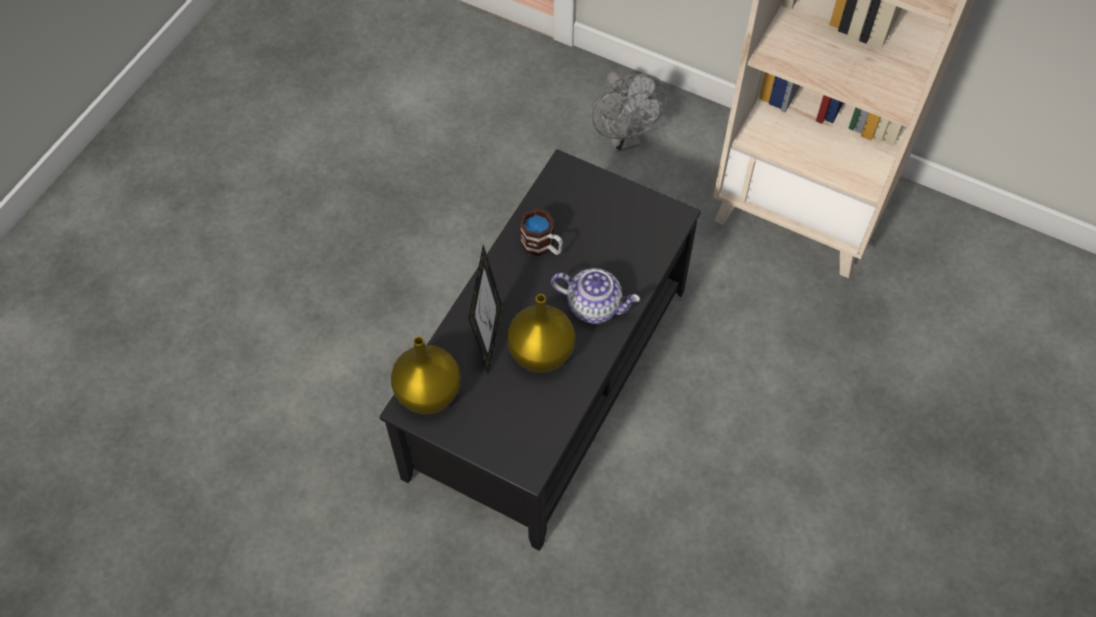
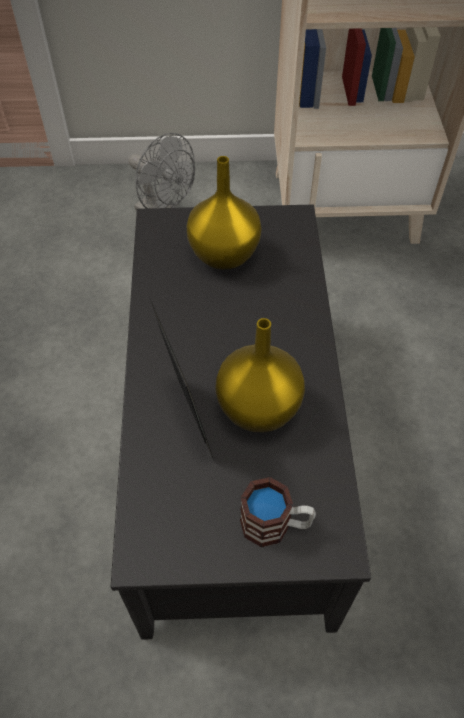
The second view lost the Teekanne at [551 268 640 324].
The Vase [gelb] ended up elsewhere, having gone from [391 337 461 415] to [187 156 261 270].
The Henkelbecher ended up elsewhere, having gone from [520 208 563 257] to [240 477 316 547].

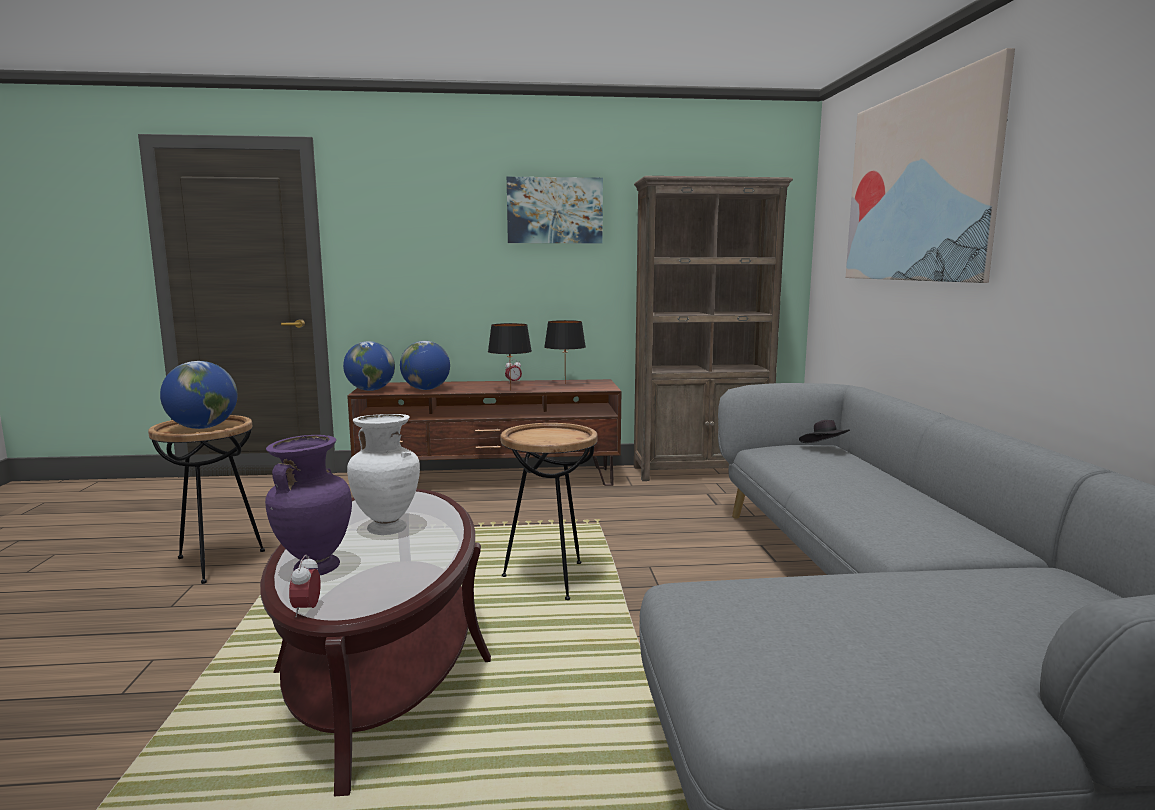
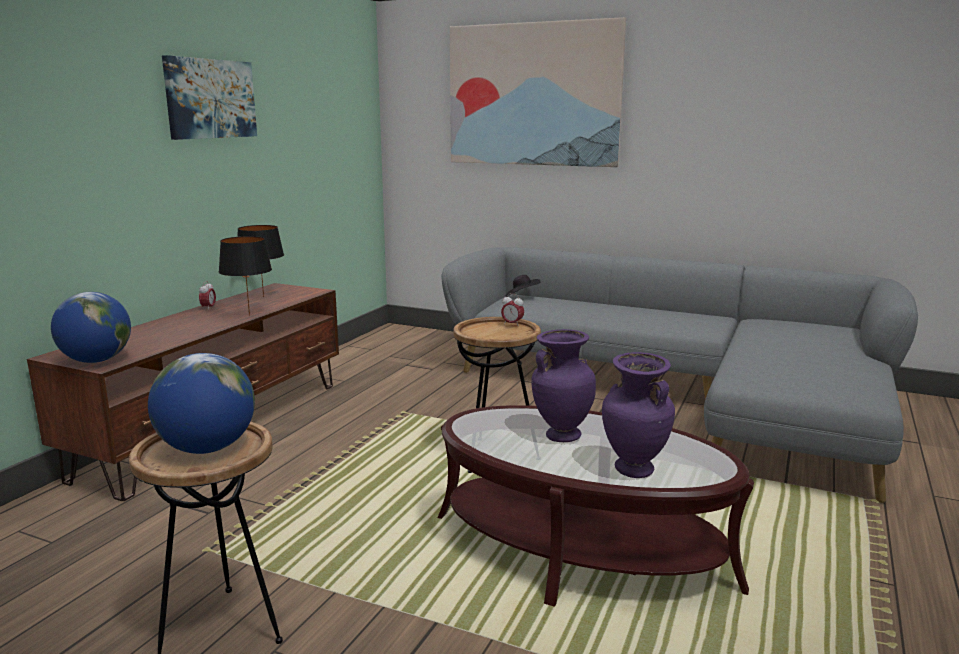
The second view lost the Globus at [400 341 450 390].
The second view lost the Bücherregal [braun] at [634 176 793 481].
The Wecker ended up elsewhere, having gone from [289 555 321 617] to [501 294 524 325].
What was the Vase [weiß] at [347 414 420 535] turned into the Vase [lila] at [532 329 596 442].

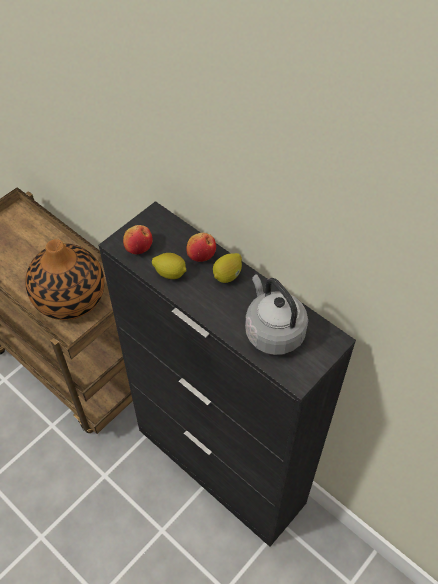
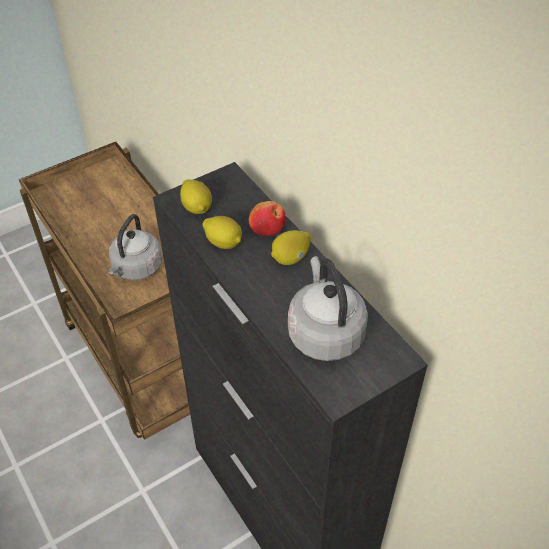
Where the Vase stood at [25 239 105 320], the Wasserkessel [grau] came to stand at [108 214 162 280].
Where the Apfel stood at [123 225 152 254], the Zitrone came to stand at [180 179 212 214].

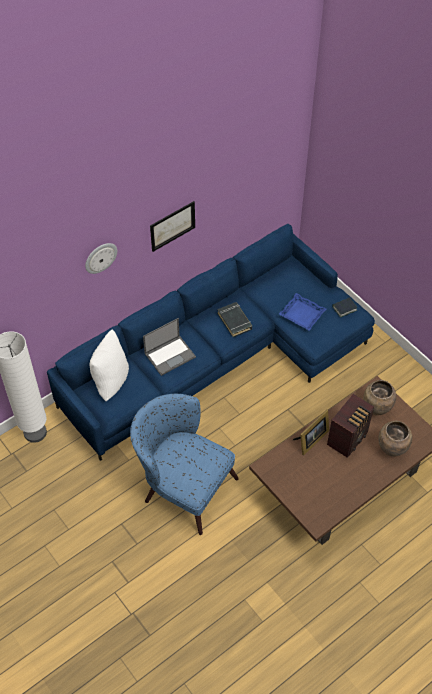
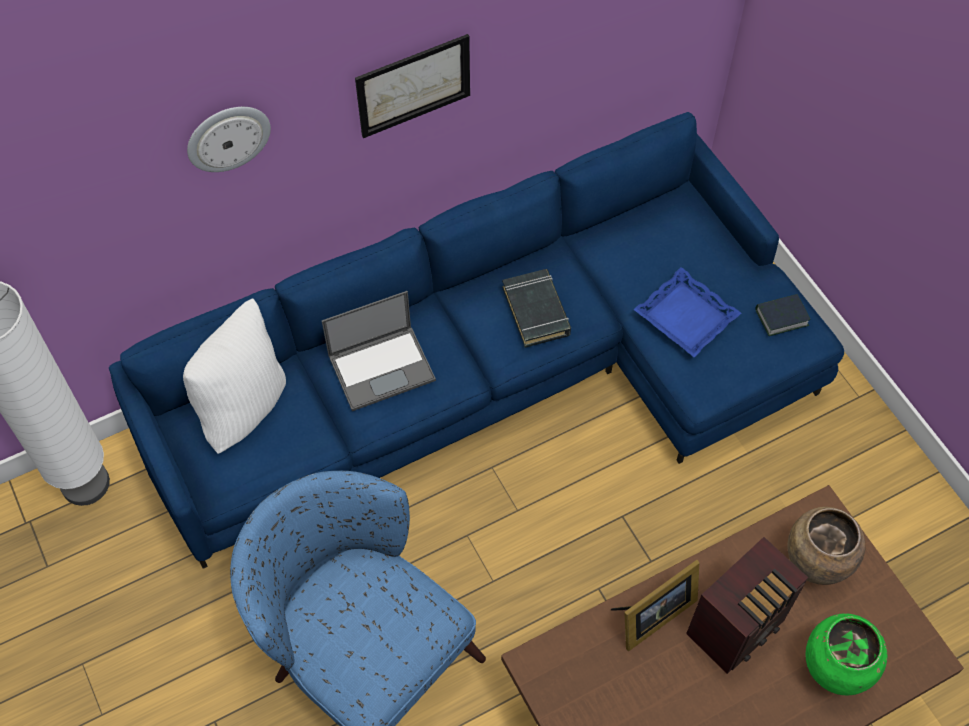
What was the Vase [braun] at [378 421 412 456] turned into the Vase [grün] at [805 613 887 695].

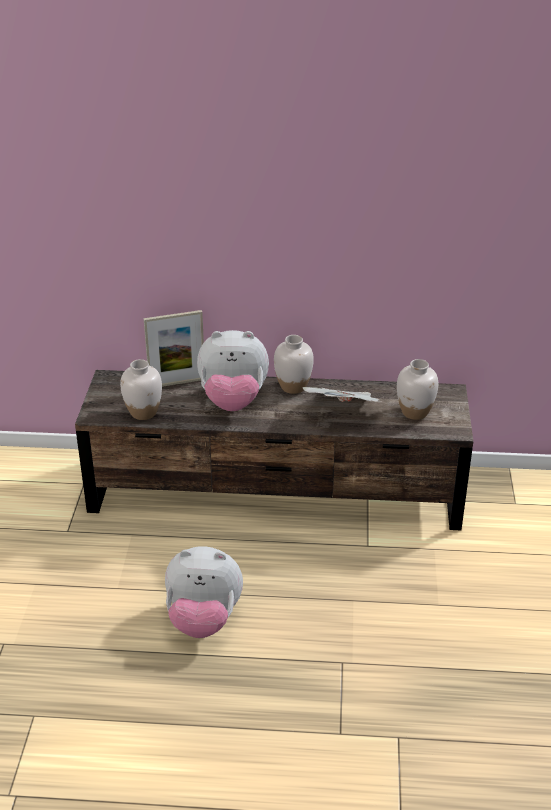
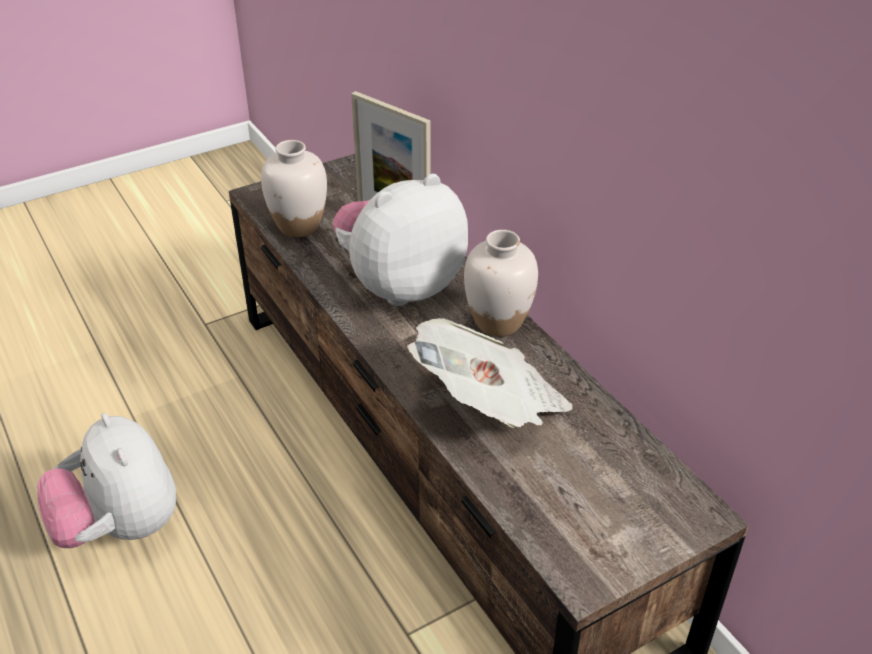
The second view lost the Vase [weiß] at [397 359 439 420].
The Plüschtier at [197 330 269 411] ended up facing another way, 90 degrees clockwise from before.

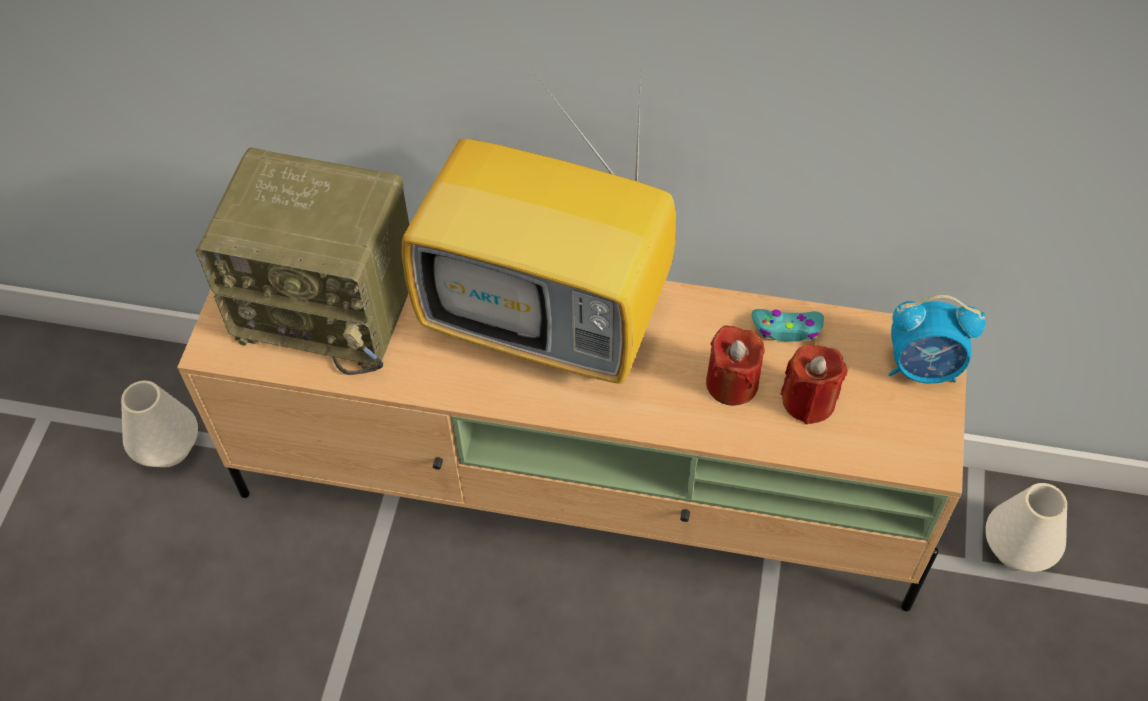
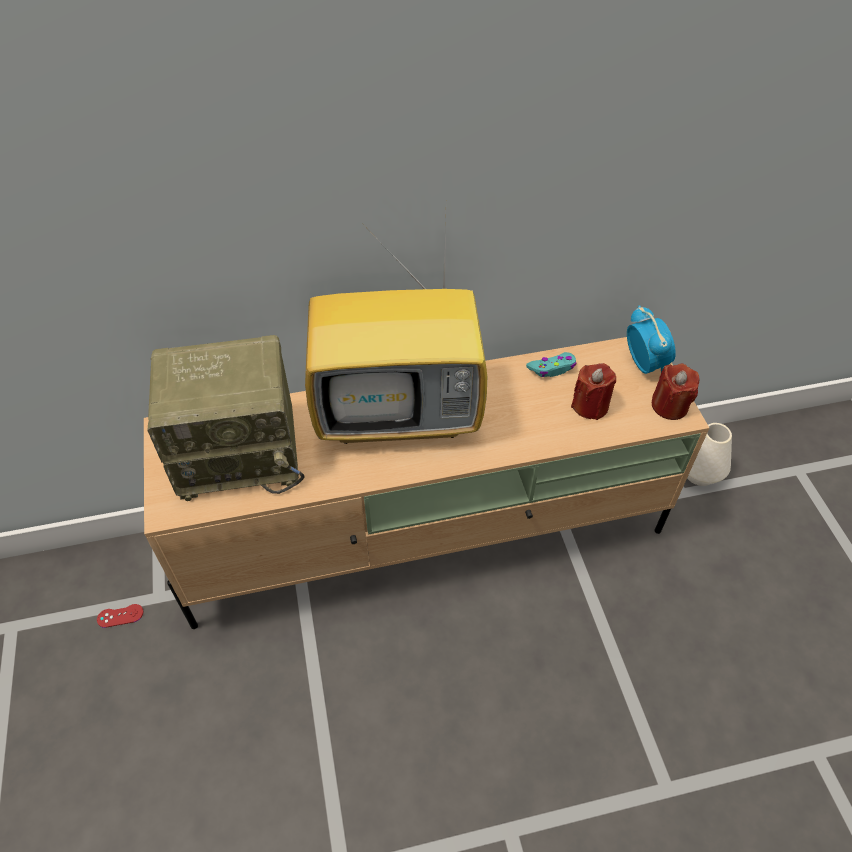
The Kerze [rot] ended up elsewhere, having gone from [706 325 765 406] to [652 364 700 420].
Where the Vase [weiß] stood at [121 381 198 468], the Gamepad [rot] came to stand at [97 604 143 628].
The Wecker at [888 295 985 384] ended up facing another way, 90 degrees counterclockwise from before.

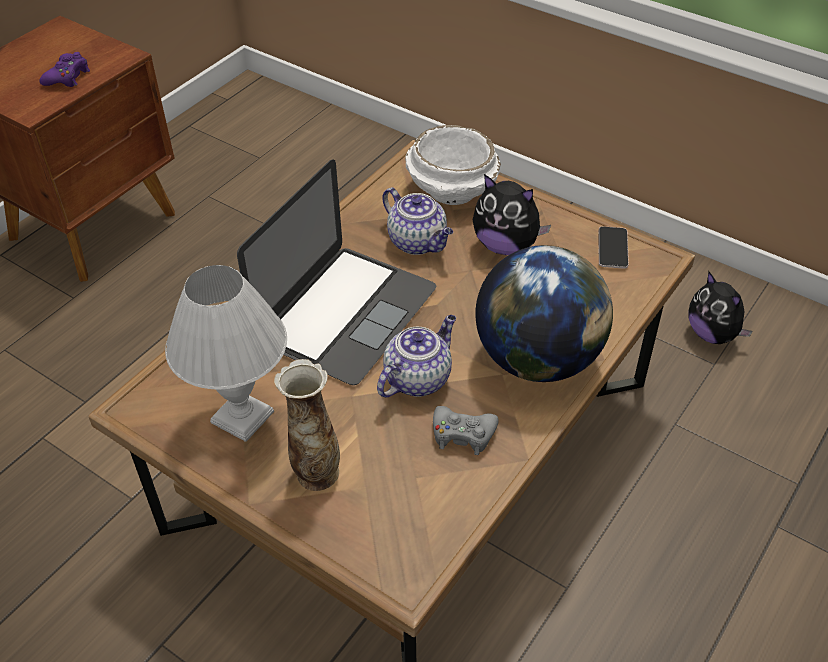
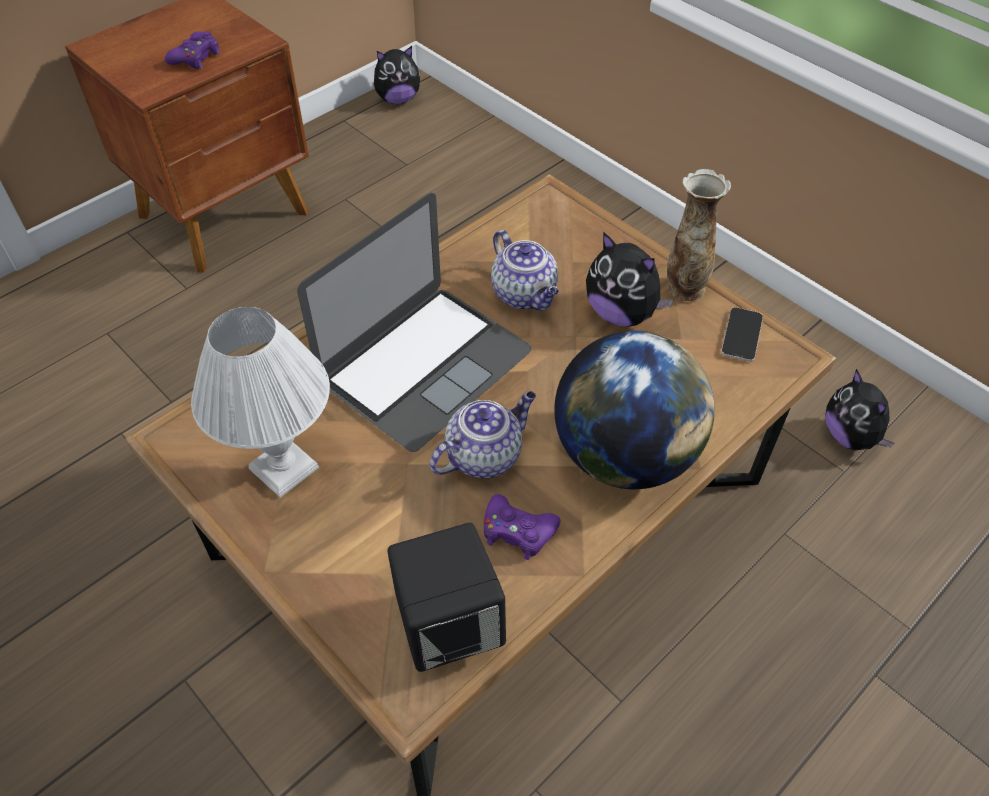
The second view lost the Schüssel [weiß] at [405 125 501 205].
The second view gained the Plüschtier at [374 46 421 104].
The second view gained the Lautsprecher [schwarz] at [387 523 506 672].
The Vase ended up elsewhere, having gone from [274 359 340 491] to [667 169 731 301].
What was the Gamepad [grau] at [433 406 499 455] turned into the Gamepad [lila] at [484 494 560 560].

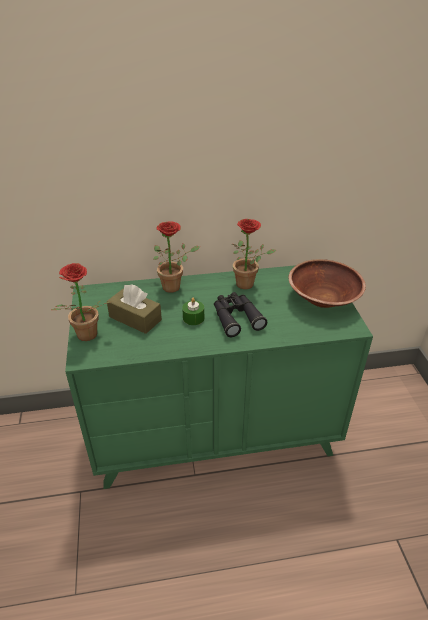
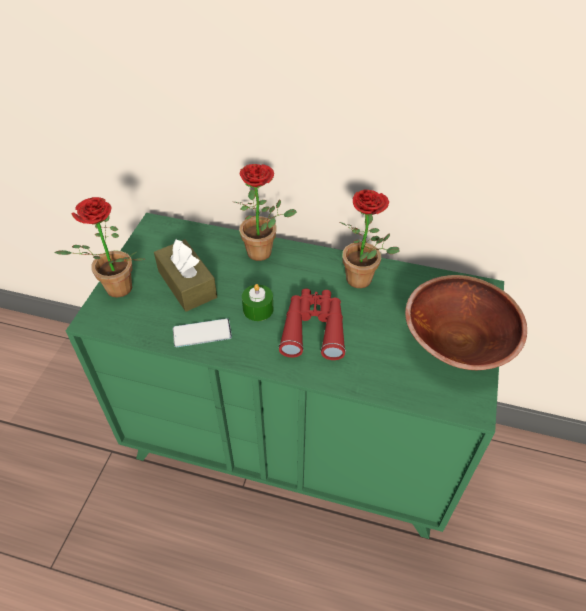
The second view gained the Handy at [173 318 232 347].
What was the Fernglas [schwarz] at [214 292 267 337] turned into the Fernglas [rot] at [279 288 346 360].

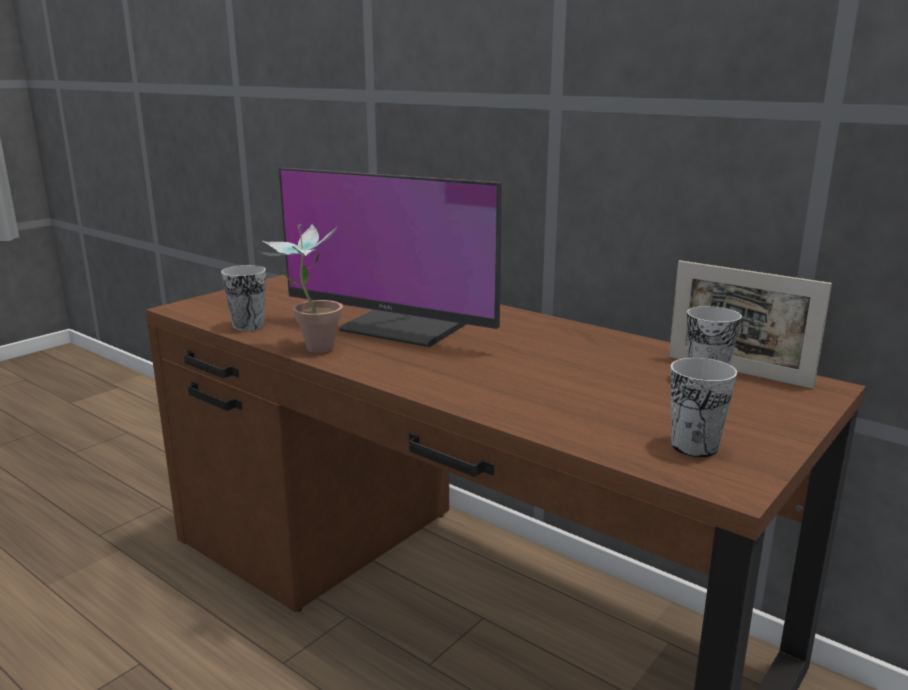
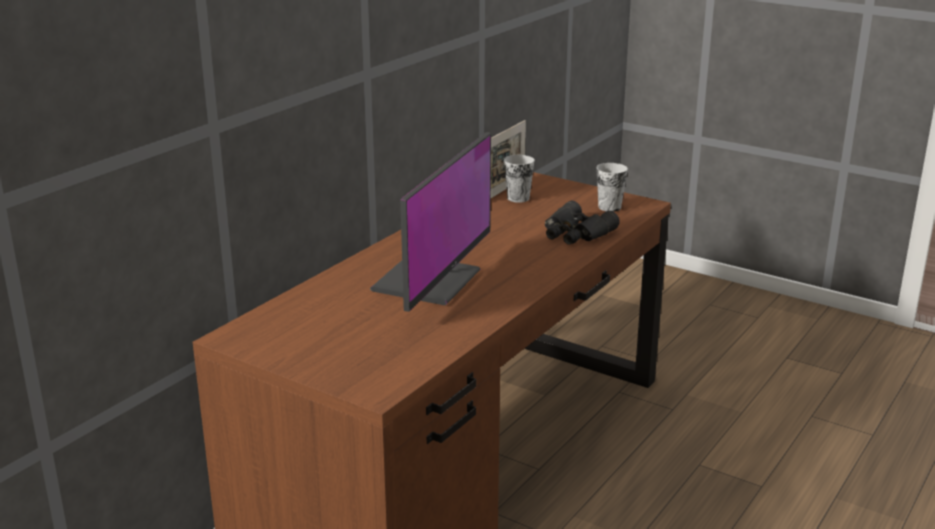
The second view lost the Tasse at [221 265 266 331].
The second view lost the Topfpflanze at [259 224 343 353].
The second view gained the Fernglas [schwarz] at [545 201 620 245].

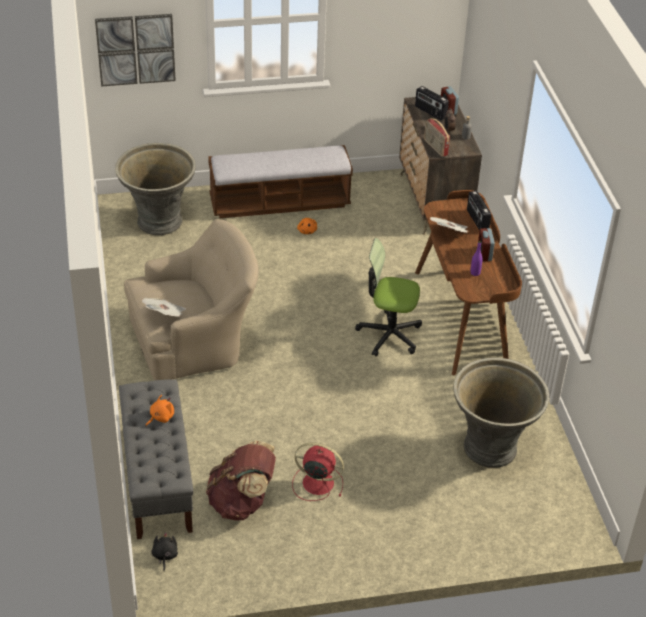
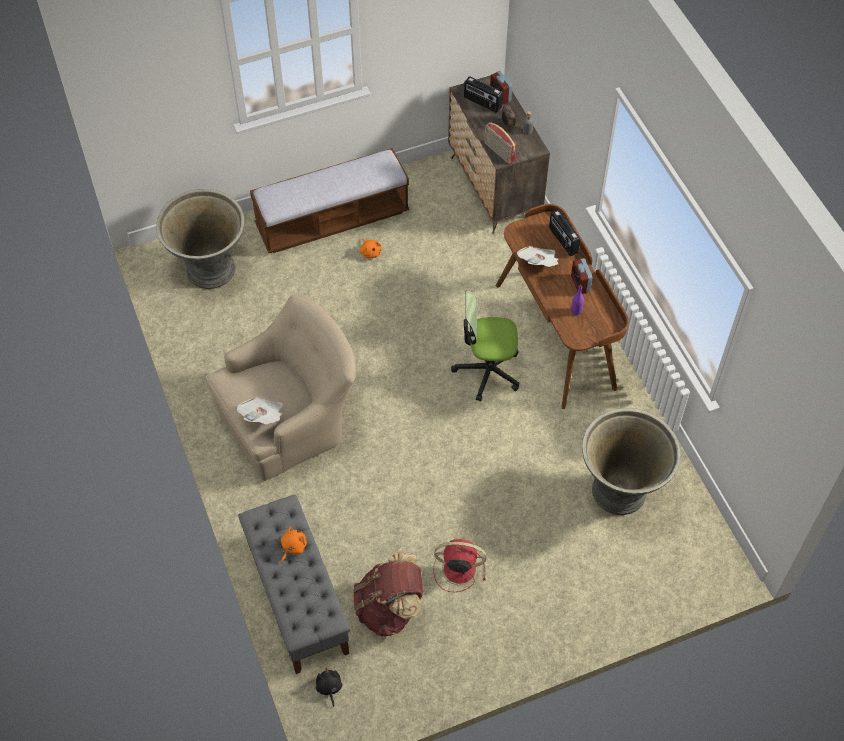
The second view lost the Bild at [95 14 176 86].

